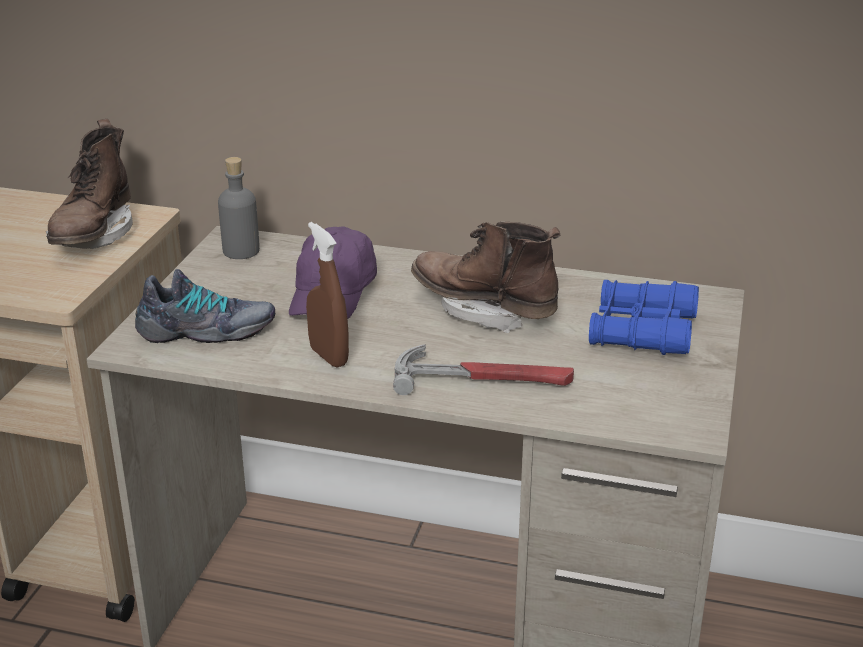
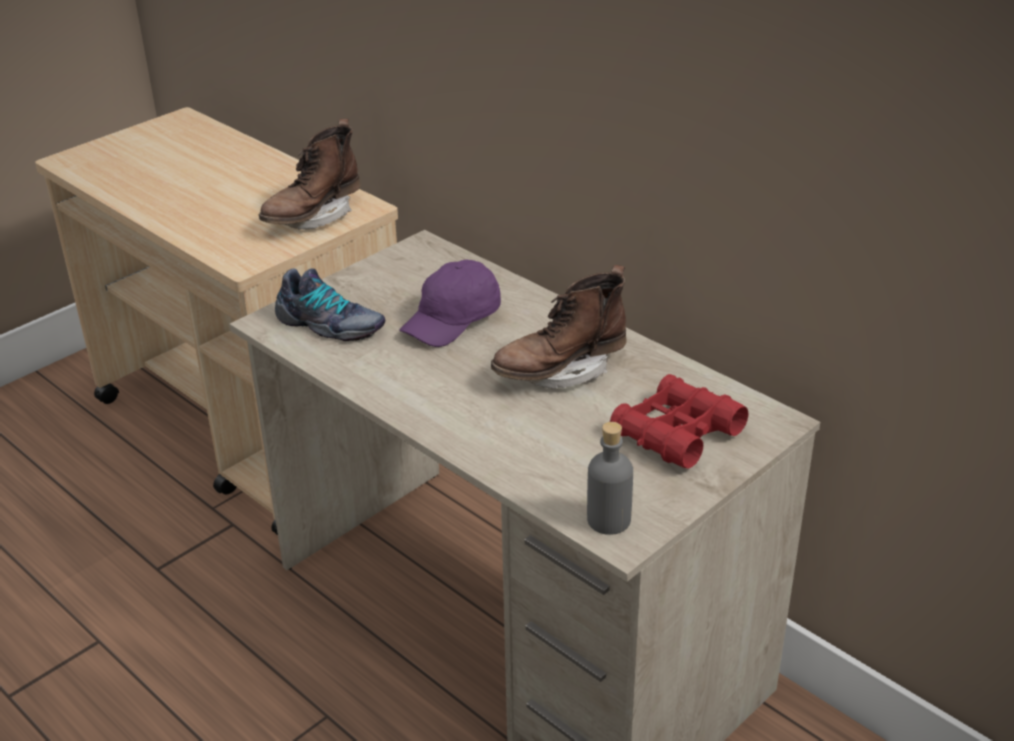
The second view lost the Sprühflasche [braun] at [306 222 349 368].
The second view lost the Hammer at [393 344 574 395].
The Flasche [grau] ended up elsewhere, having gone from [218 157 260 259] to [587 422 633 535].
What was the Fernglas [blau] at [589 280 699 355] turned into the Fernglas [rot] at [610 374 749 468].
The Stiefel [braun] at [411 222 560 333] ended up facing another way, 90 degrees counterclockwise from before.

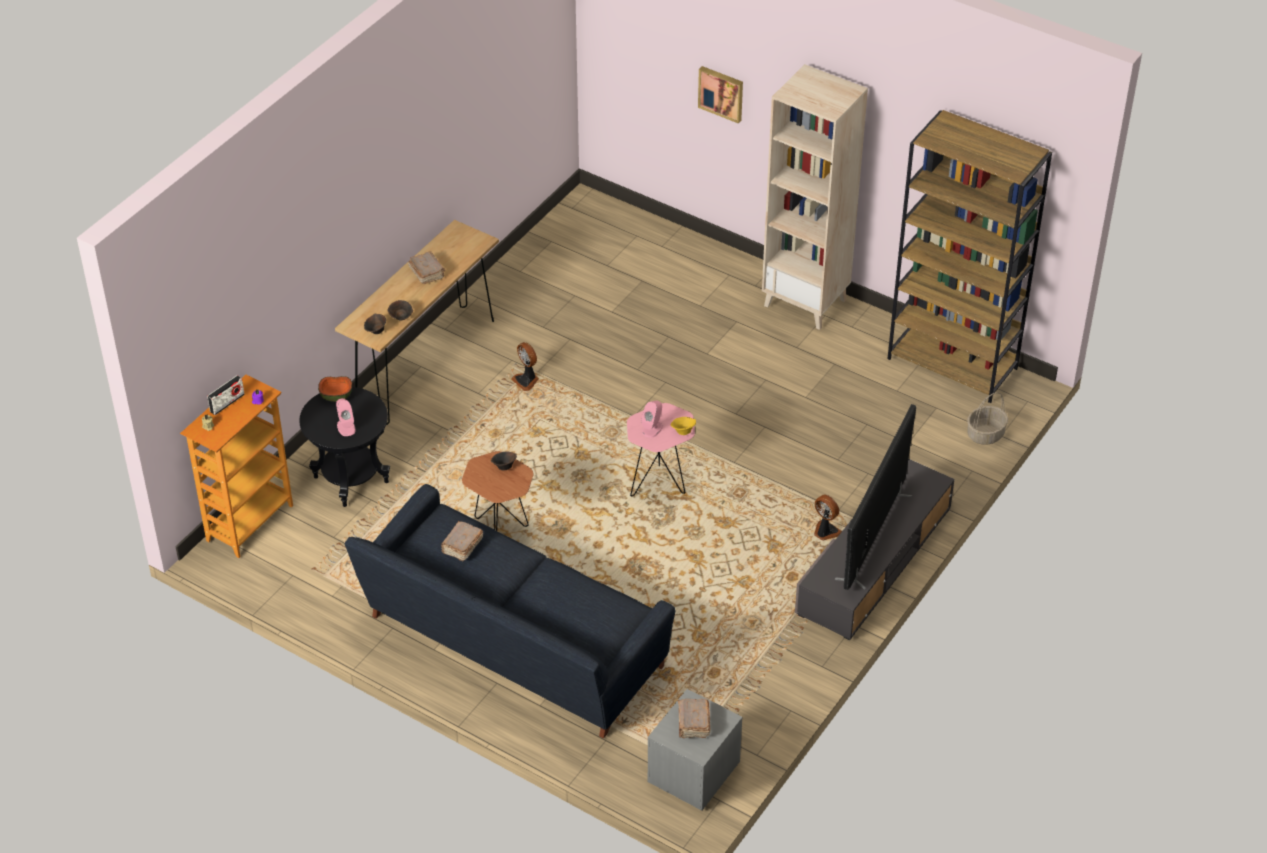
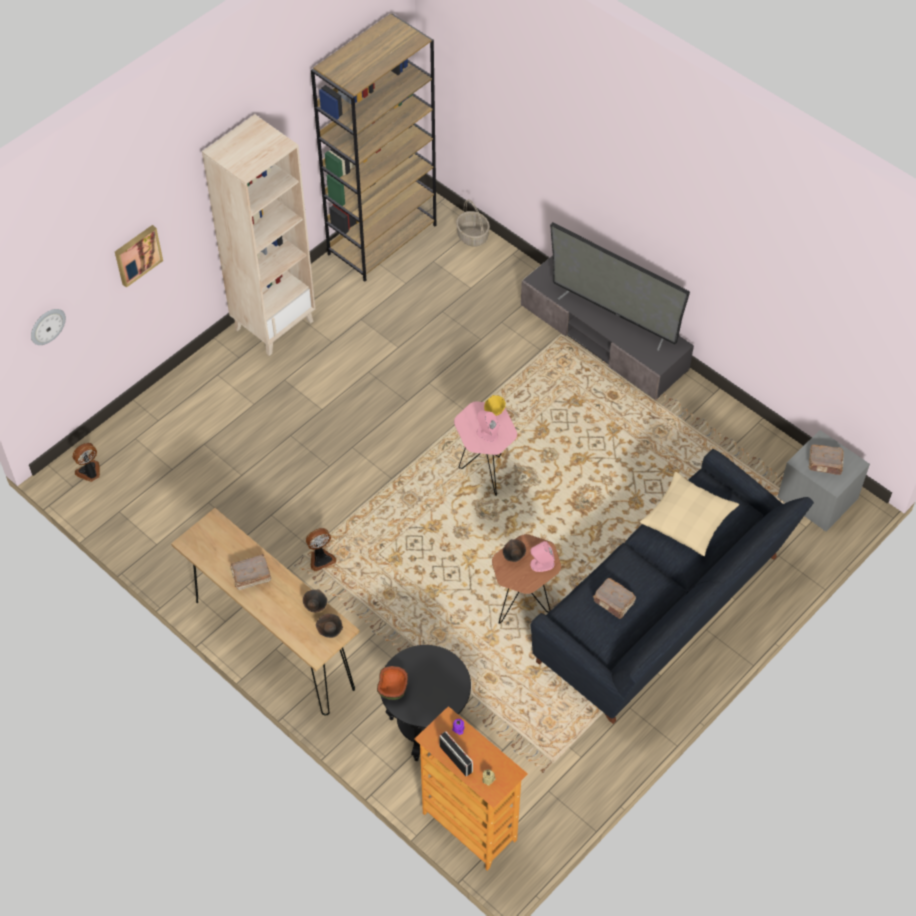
The second view gained the Wanduhr at [31 309 66 345].
The second view gained the Kissen [beige] at [640 472 739 556].
The Lautsprecher [rosa] ended up elsewhere, having gone from [336 398 356 436] to [530 541 555 572].
The Ventilator ended up elsewhere, having gone from [814 495 842 541] to [72 443 100 482].

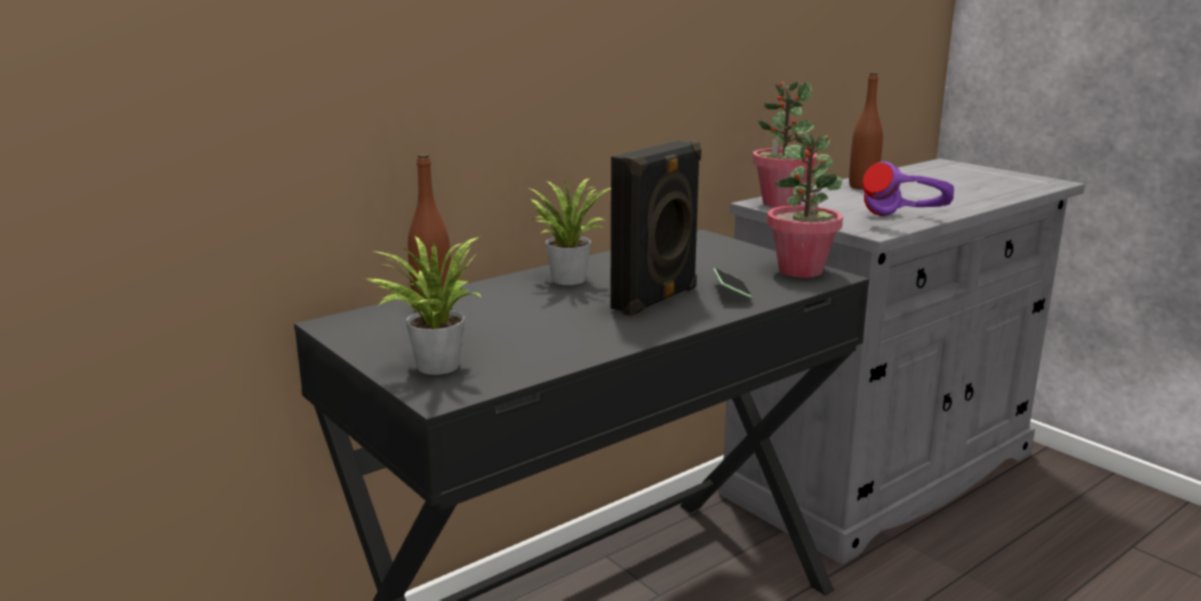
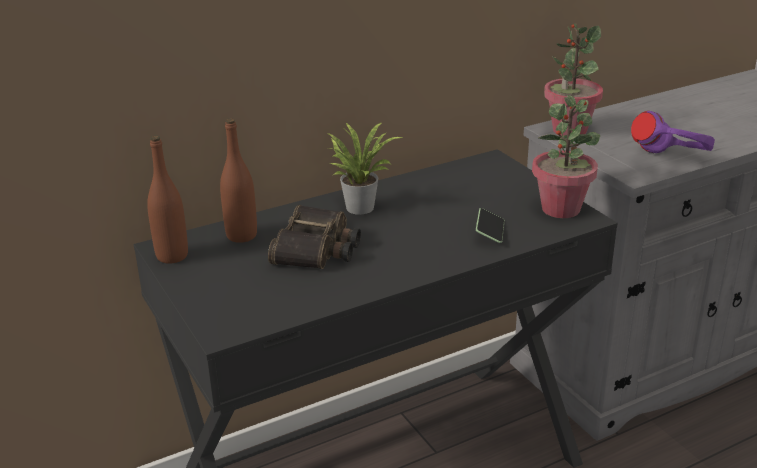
The second view lost the Topfpflanze at [367 236 481 375].
The second view lost the Lautsprecher [schwarz] at [610 141 701 316].
The second view gained the Fernglas at [268 205 361 269].
The Flasche [braun] ended up elsewhere, having gone from [849 73 883 190] to [147 136 188 264].

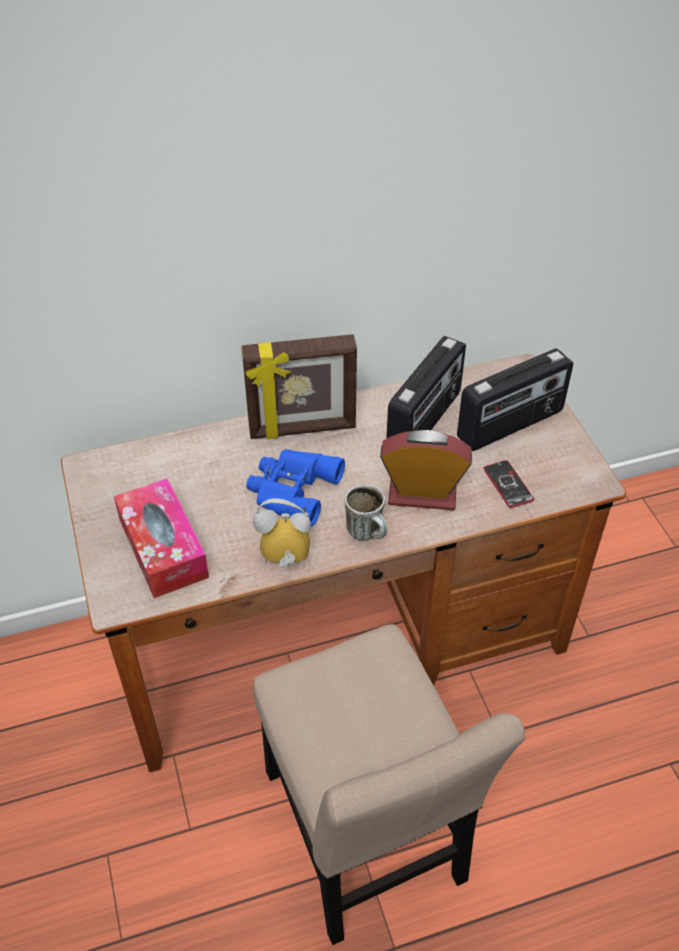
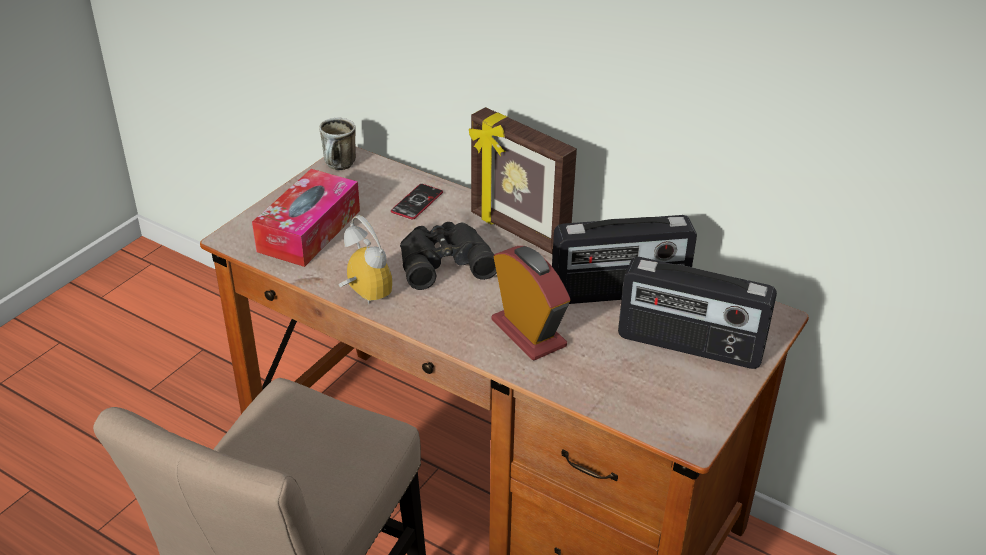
The Henkelbecher ended up elsewhere, having gone from [345 485 387 541] to [319 118 356 170].
The Handy ended up elsewhere, having gone from [483 460 534 508] to [391 184 443 220].
What was the Fernglas [blau] at [246 449 345 527] turned into the Fernglas [schwarz] at [400 222 497 290].

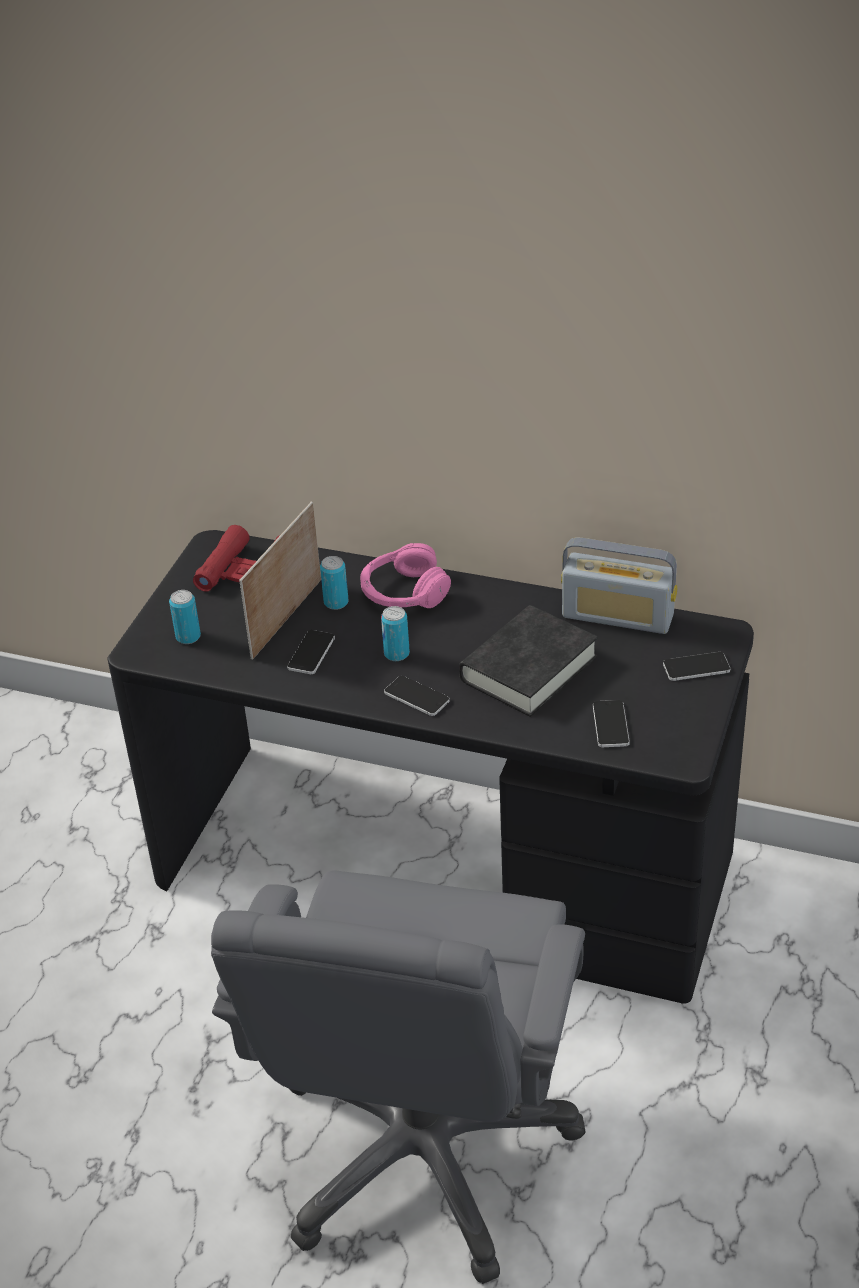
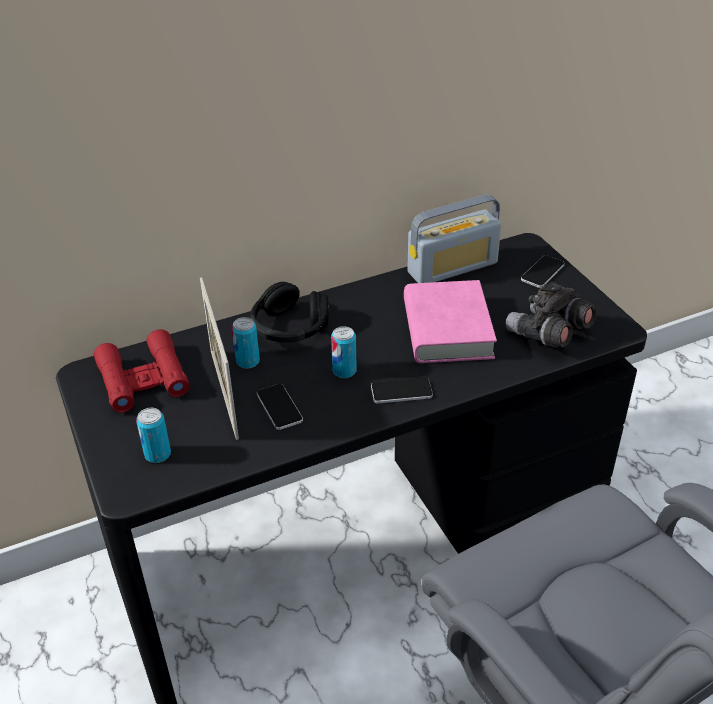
Where the Handy stood at [593 700 630 747], the Fernglas [grau] came to stand at [506 281 597 348].
What was the Kopfhörer [rosa] at [360 543 451 608] turned into the Kopfhörer [schwarz] at [250 282 329 343].
What was the Buch [schwarz] at [459 605 598 717] turned into the Buch [rosa] at [404 280 497 363].

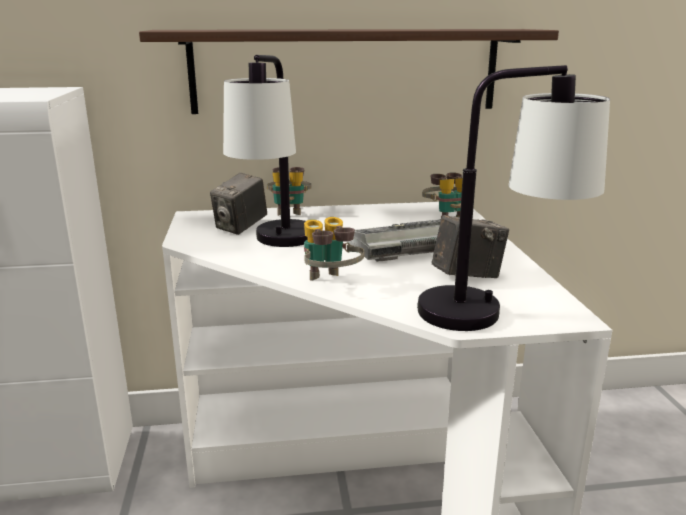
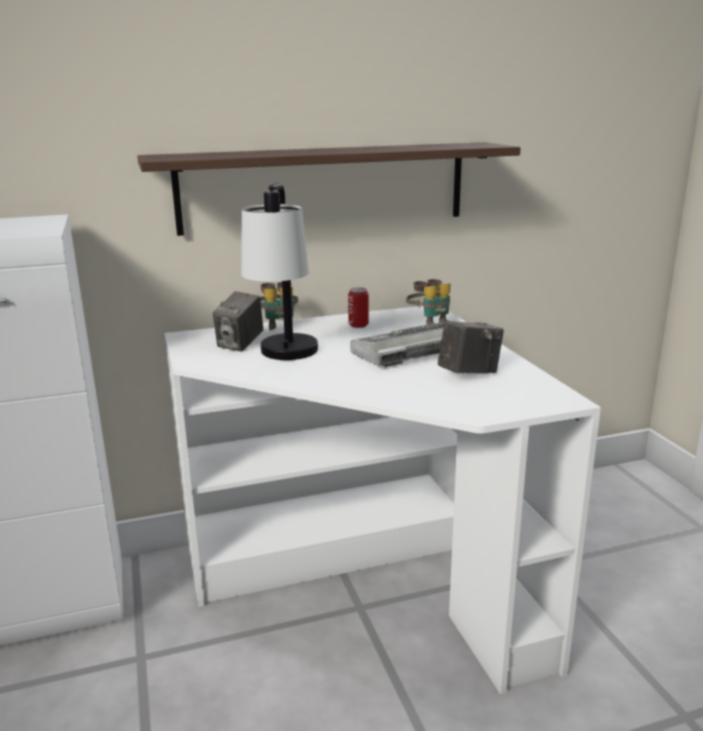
The second view lost the Fernglas at [304 217 365 281].
The second view lost the Tischlampe at [417 65 610 331].
The second view gained the Dose at [348 287 369 328].

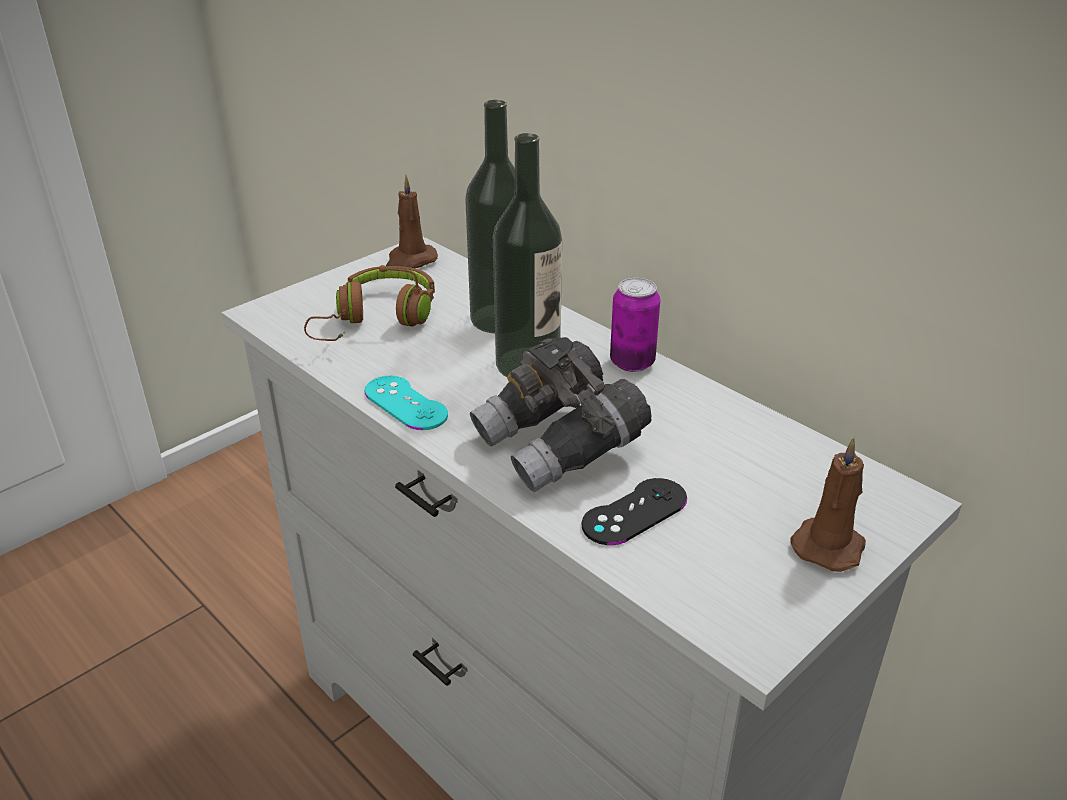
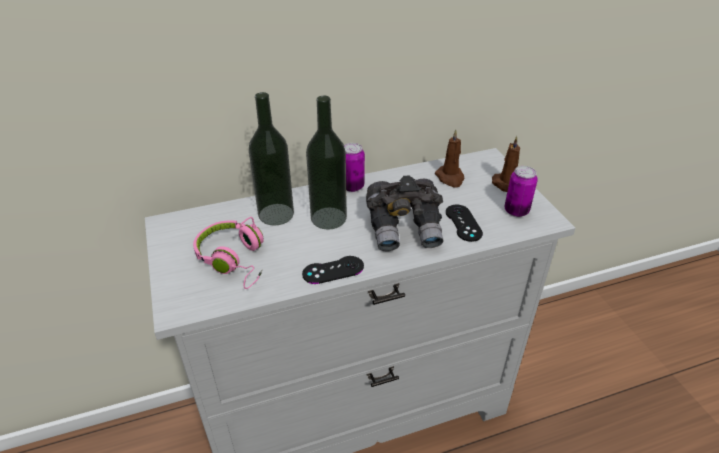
The second view gained the Dose at [504 166 538 217].
The Kerze [braun] ended up elsewhere, having gone from [386 175 438 268] to [435 130 465 187].
What was the Kopfhörer [braun] at [304 265 435 341] turned into the Kopfhörer [rosa] at [193 217 264 289].
What was the Gamepad [türkis] at [365 376 448 430] turned into the Gamepad [schwarz] at [302 256 364 284].

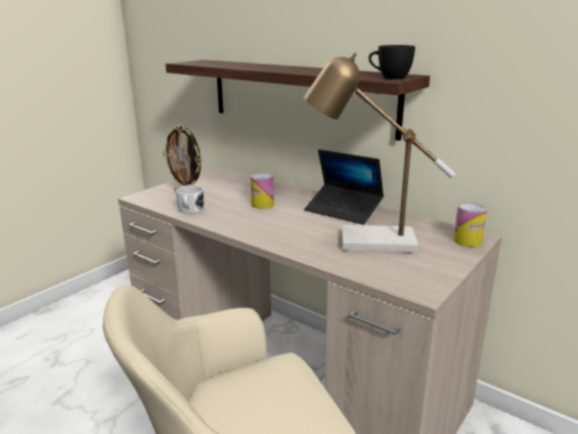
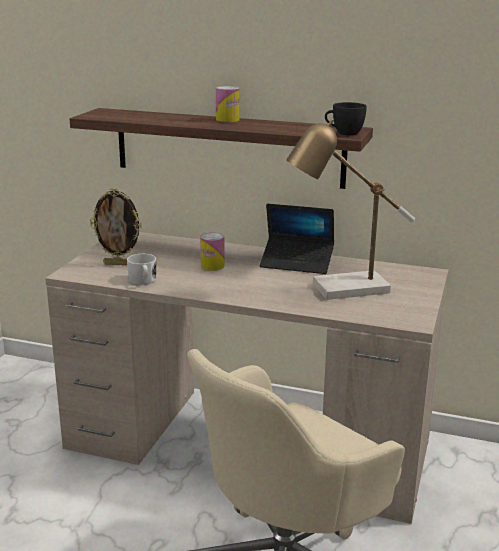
The Dose ended up elsewhere, having gone from [454 203 487 247] to [216 86 240 122].

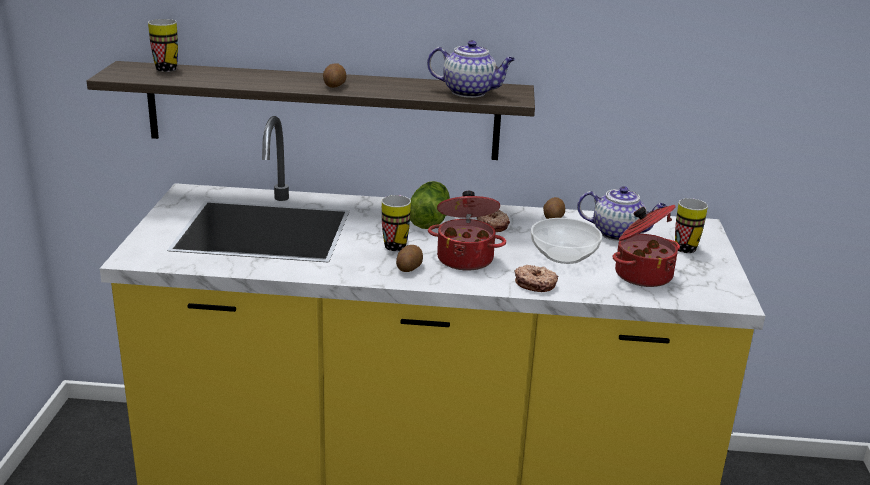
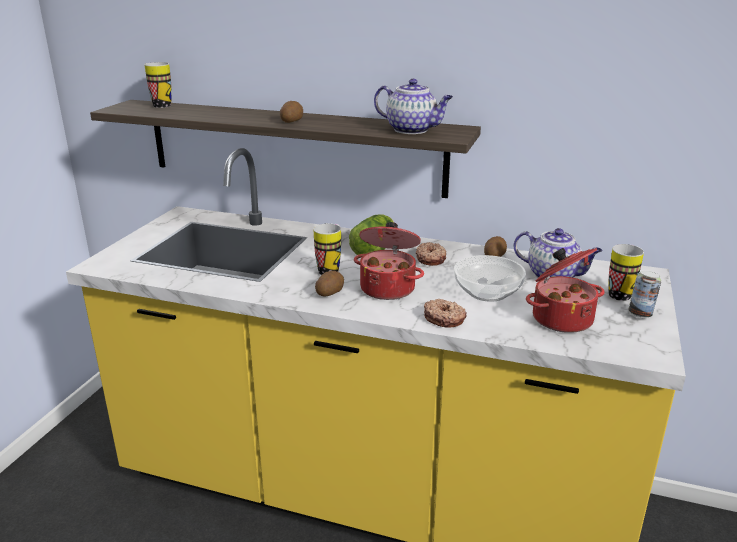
The second view gained the Dose at [628 271 661 318].

